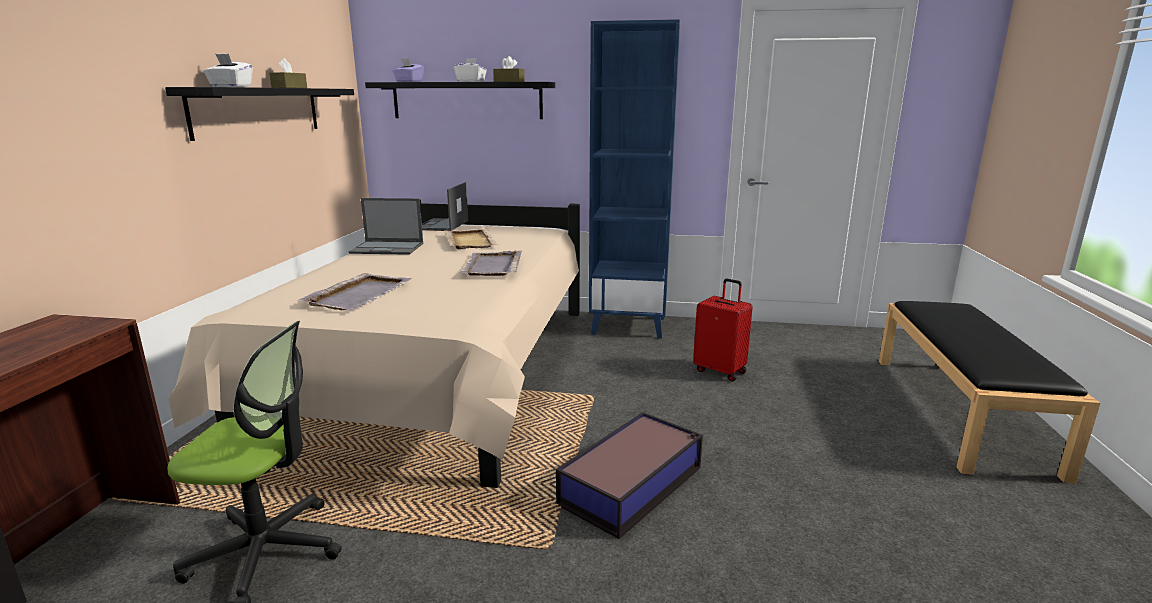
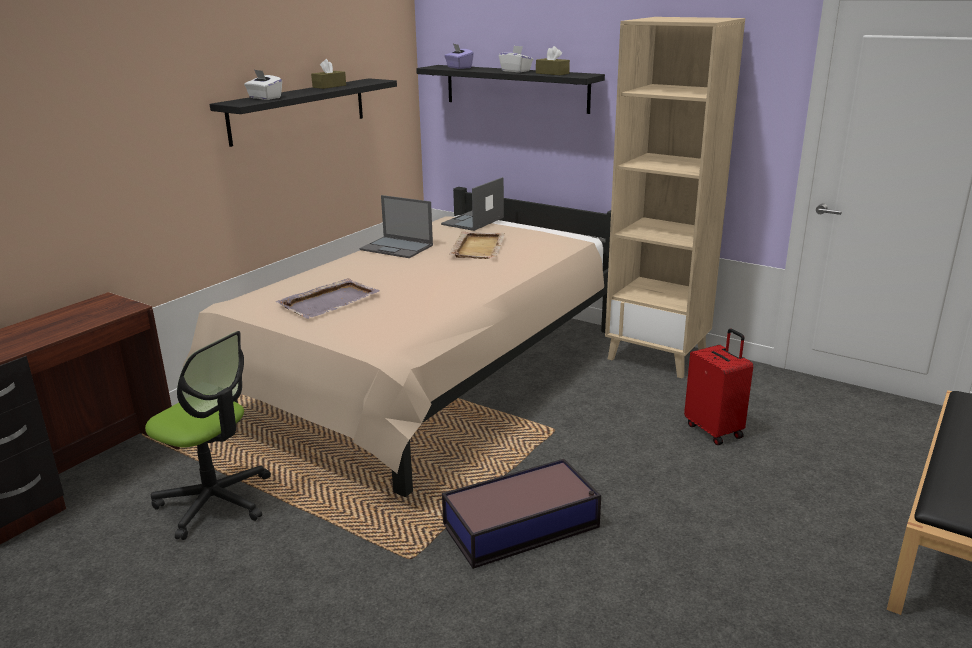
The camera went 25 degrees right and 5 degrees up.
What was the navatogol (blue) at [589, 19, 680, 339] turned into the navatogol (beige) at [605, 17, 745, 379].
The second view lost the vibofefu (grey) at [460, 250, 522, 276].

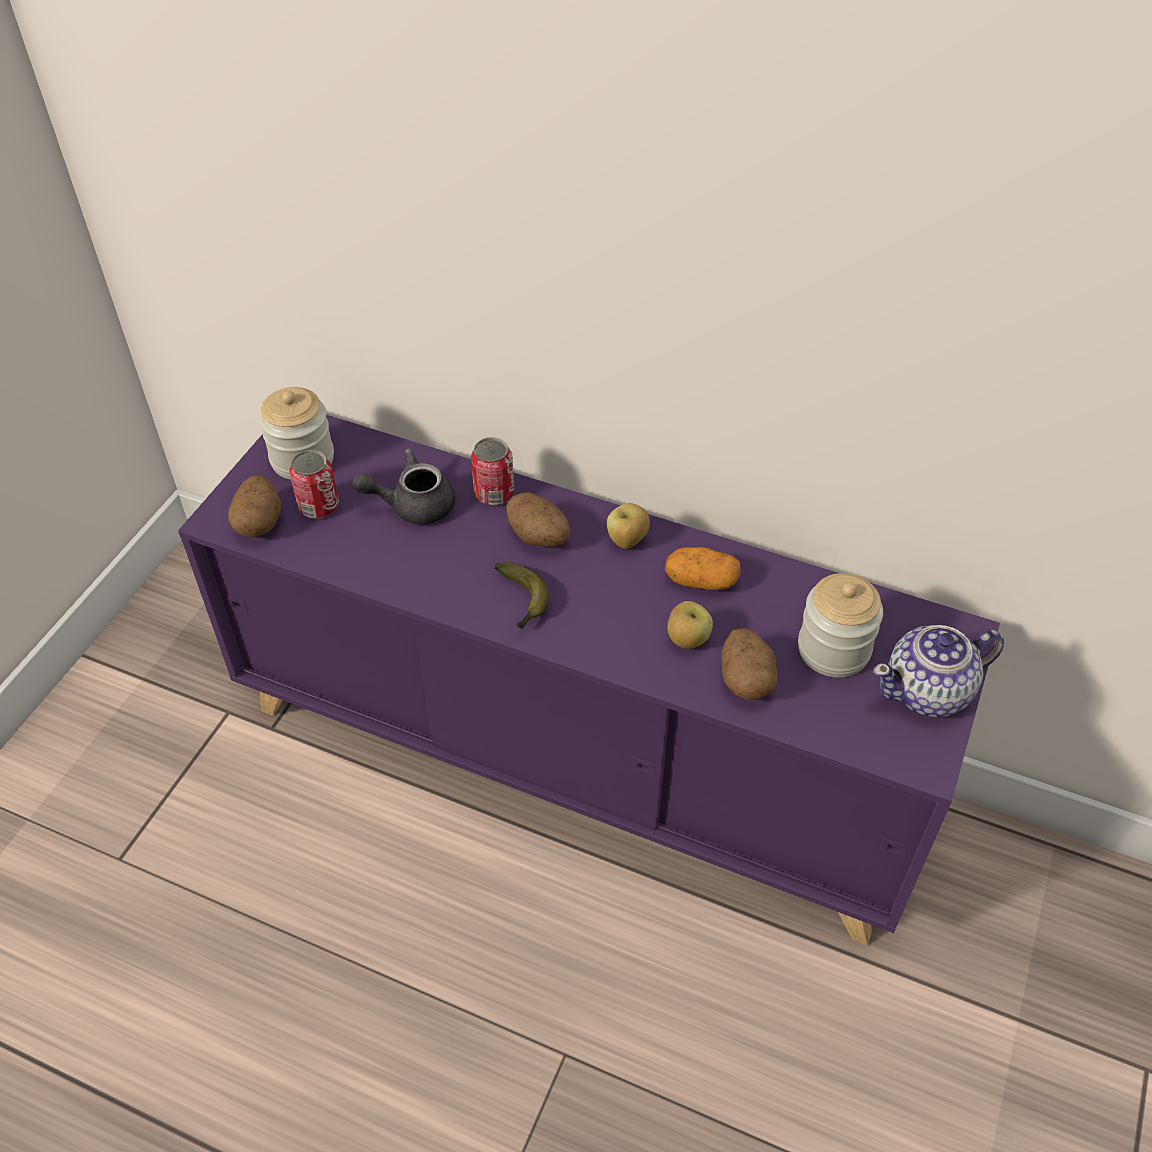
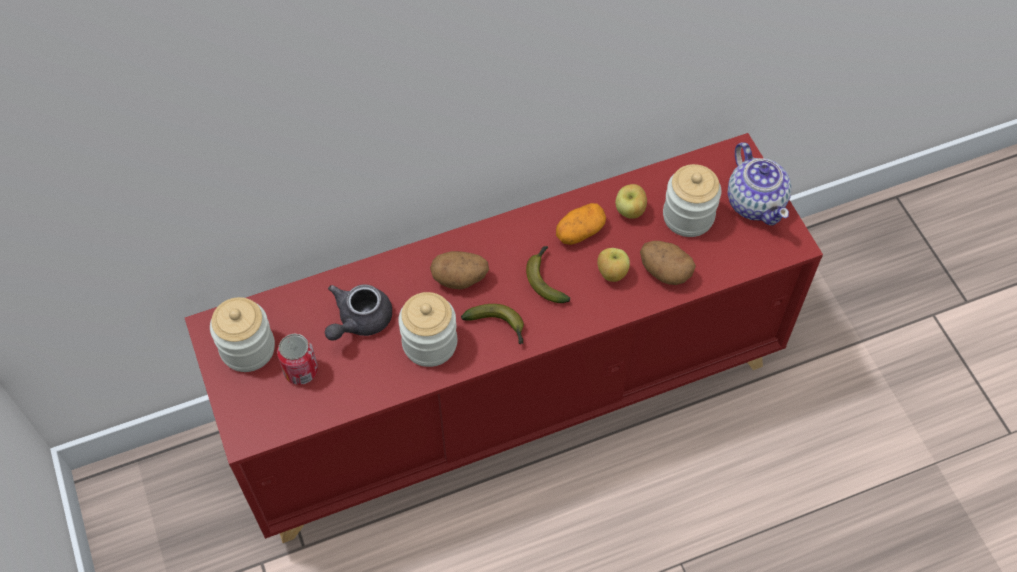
The camera went 45 degrees left and 10 degrees up.
What was the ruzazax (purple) at [178, 415, 1000, 945] turned into the ruzazax (red) at [185, 133, 823, 543].
The second view lost the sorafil at [471, 437, 514, 505].
The second view lost the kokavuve at [228, 476, 281, 537].
The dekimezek ended up elsewhere, having gone from [607, 503, 650, 549] to [615, 184, 647, 219].
The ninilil at [873, 625, 1004, 717] ended up facing another way, 45 degrees counterclockwise from before.
The second view gained the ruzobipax at [526, 246, 571, 303].
The second view gained the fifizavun at [398, 292, 457, 367].

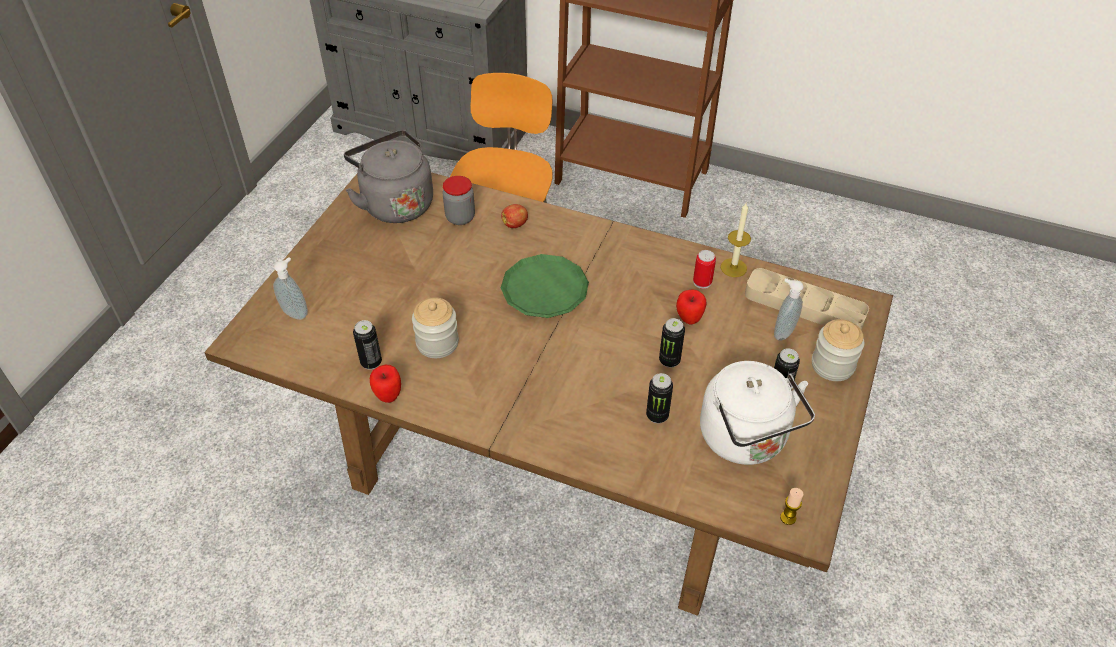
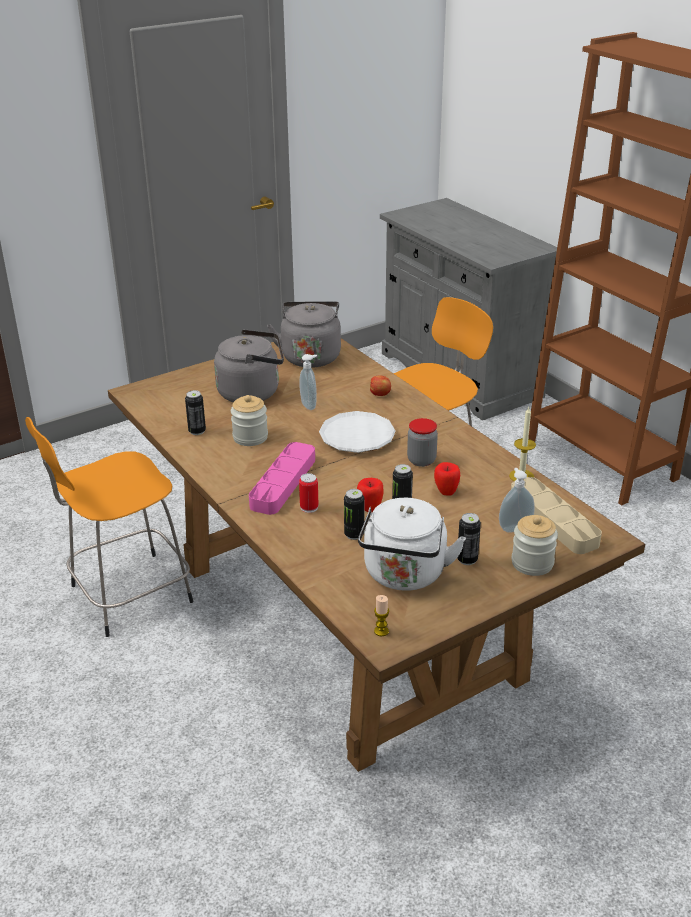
The camera went 35 degrees right and 15 degrees down.
The fifizavun ended up elsewhere, having gone from [443, 176, 475, 225] to [407, 418, 438, 467].
The sorafil ended up elsewhere, having gone from [693, 250, 716, 289] to [299, 473, 319, 513].
What was the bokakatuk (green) at [501, 254, 589, 318] turned into the bokakatuk (white) at [319, 411, 396, 453].
The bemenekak ended up elsewhere, having gone from [273, 257, 308, 320] to [299, 354, 317, 410].
The dekimezek ended up elsewhere, having gone from [370, 365, 401, 403] to [357, 478, 383, 512].
The second view gained the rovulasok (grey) at [214, 329, 284, 402].
The second view gained the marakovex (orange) at [25, 417, 194, 637].
The second view gained the vibofefu (pink) at [249, 442, 315, 515].

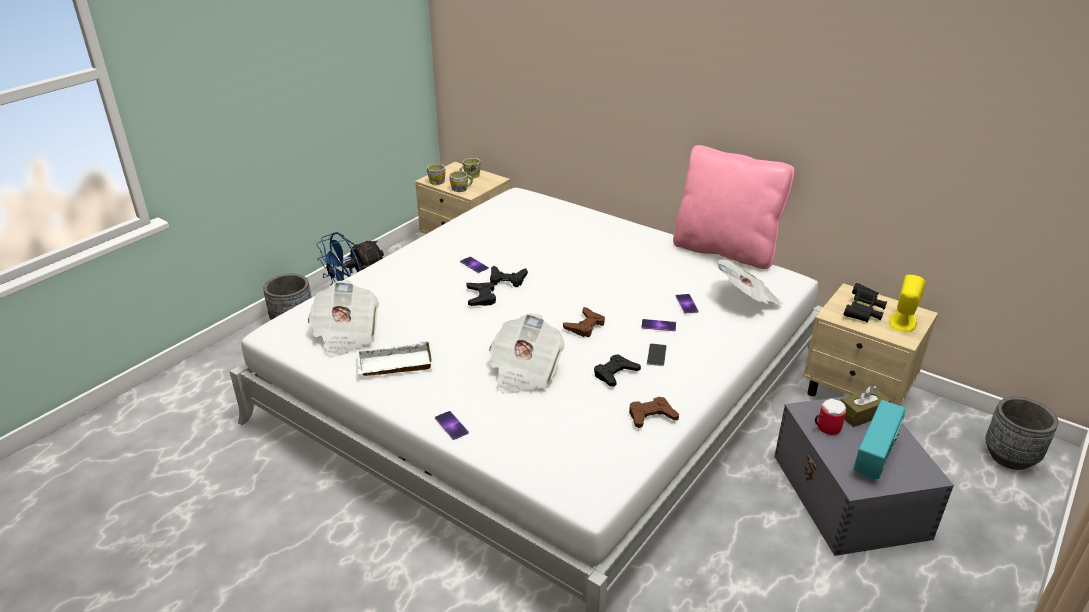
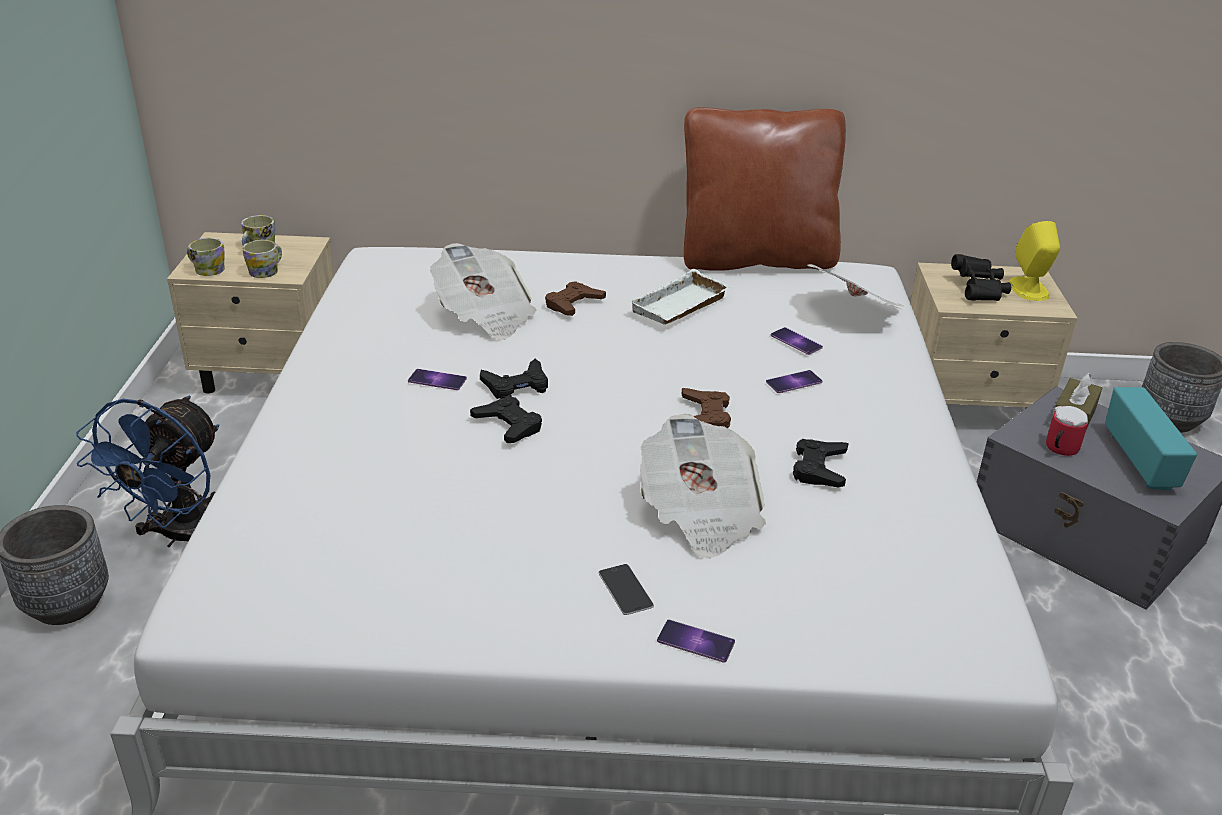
The camera went 35 degrees left and 0 degrees up.
What was the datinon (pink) at [673, 145, 795, 269] turned into the datinon (brown) at [684, 107, 846, 270].
The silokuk ended up elsewhere, having gone from [307, 280, 379, 357] to [430, 243, 537, 340].
The vibofefu (white) ended up elsewhere, having gone from [357, 340, 434, 376] to [629, 269, 732, 325].
The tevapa ended up elsewhere, having gone from [647, 343, 667, 366] to [599, 564, 654, 615].
The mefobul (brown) ended up elsewhere, having gone from [629, 397, 679, 428] to [545, 281, 606, 316].

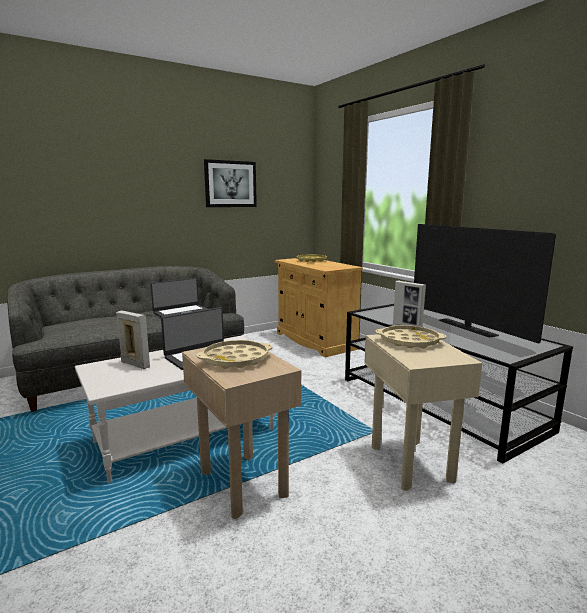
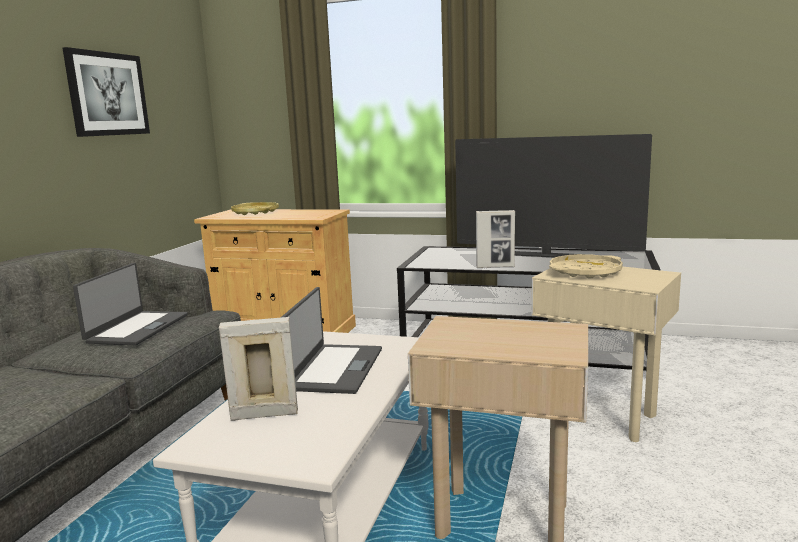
The camera went 40 degrees left and 0 degrees up.
The second view lost the vibofefu (beige) at [197, 340, 273, 369].

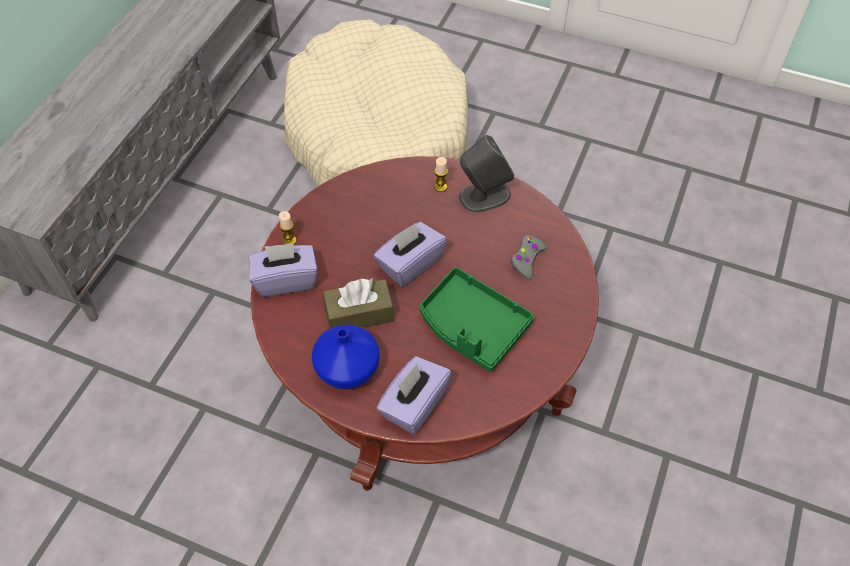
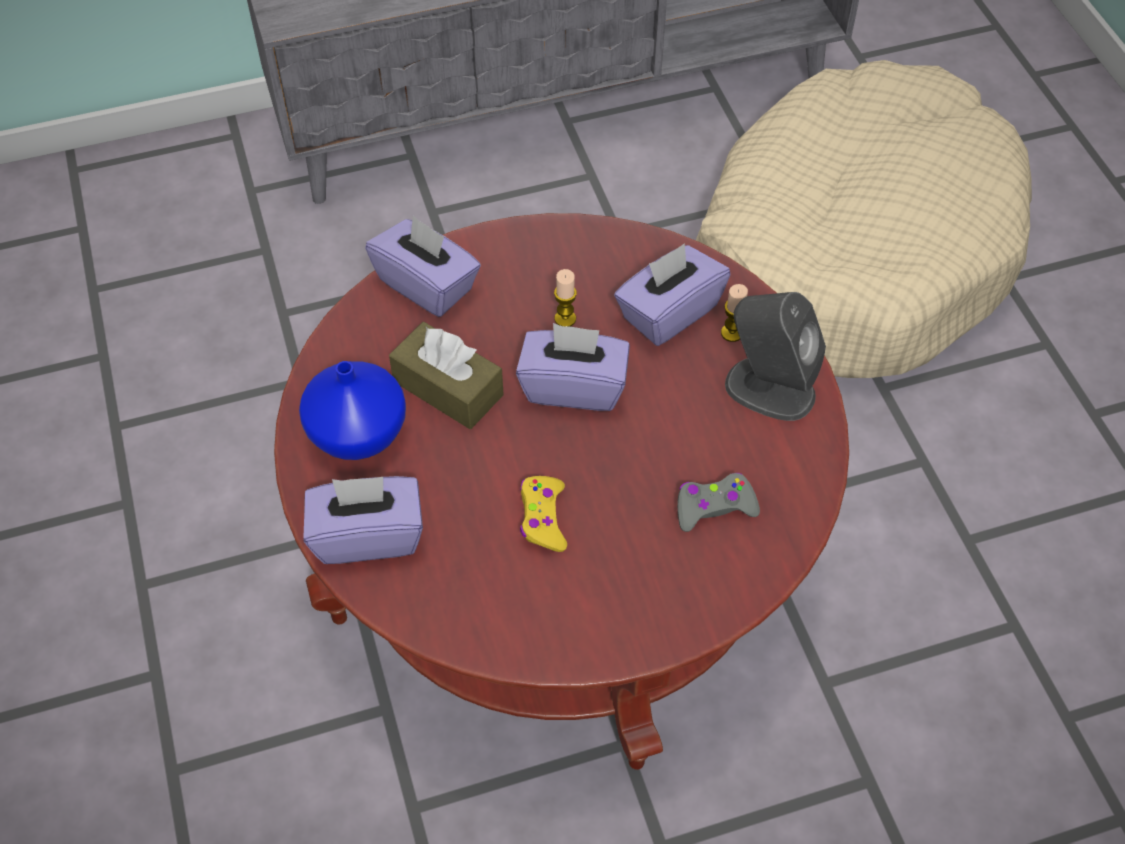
The camera went 50 degrees right and 0 degrees up.
The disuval ended up elsewhere, having gone from [279, 211, 296, 245] to [554, 269, 577, 327].
Where the vibofefu (green) stood at [420, 267, 534, 372], the mefobul (yellow) came to stand at [520, 476, 567, 552].
The second view gained the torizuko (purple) at [614, 243, 731, 346].

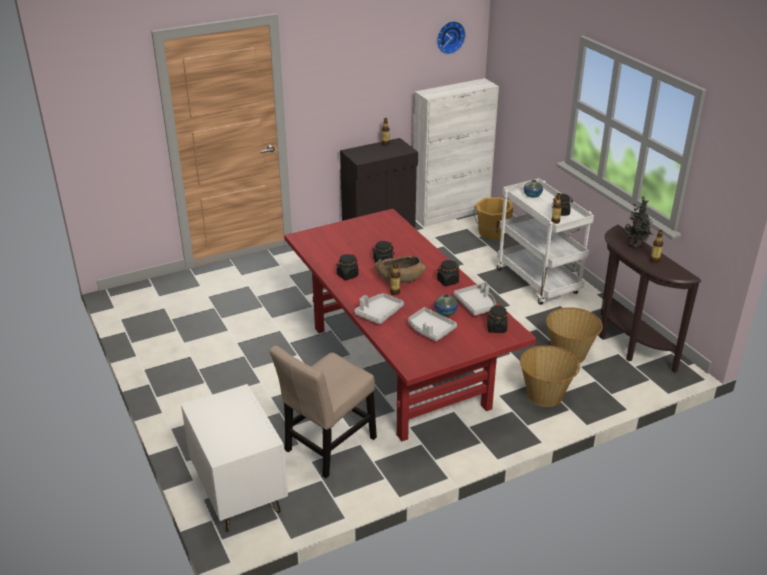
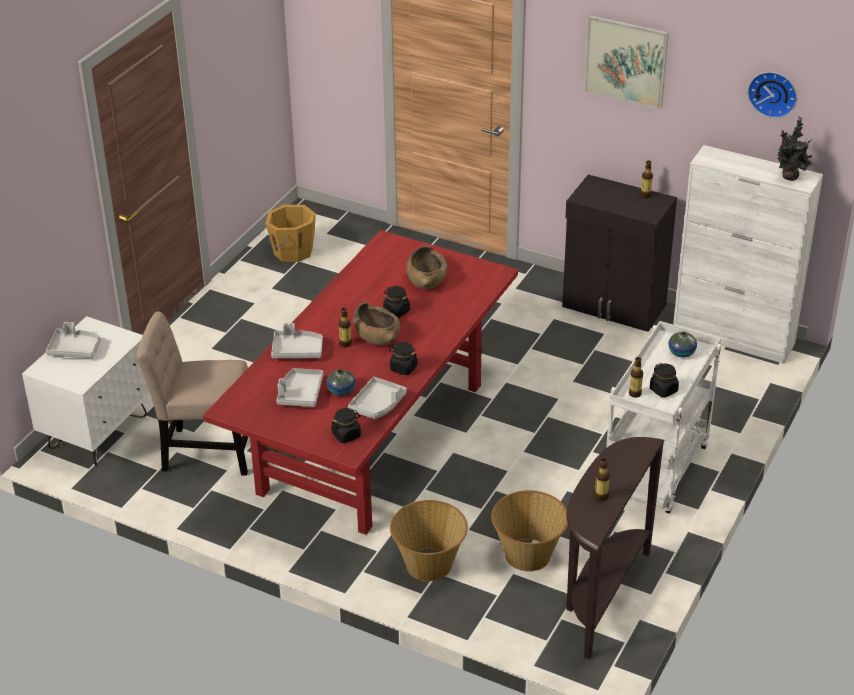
The camera went 55 degrees right and 5 degrees up.
The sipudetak ended up elsewhere, having gone from [625, 196, 653, 249] to [778, 116, 812, 181].
The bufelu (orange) ended up elsewhere, having gone from [473, 197, 514, 239] to [266, 205, 316, 262].
The second view lost the fifizavun (black) at [336, 254, 359, 280].
The second view gained the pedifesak at [584, 15, 669, 109].
The second view gained the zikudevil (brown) at [407, 246, 447, 289].
The second view gained the vibofefu (grey) at [46, 322, 101, 358].

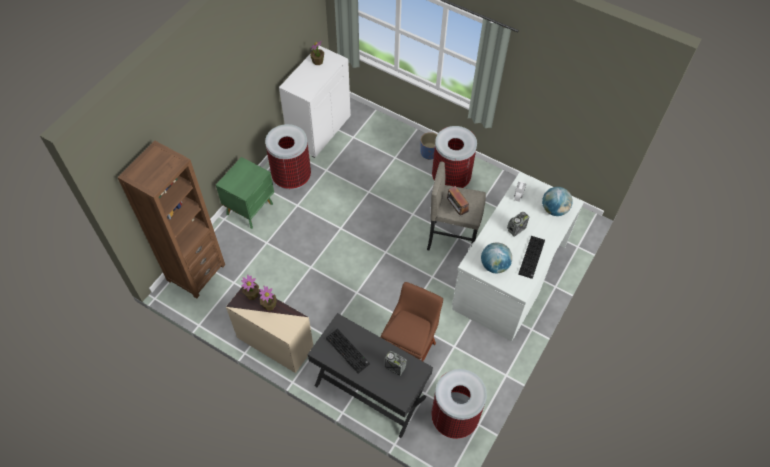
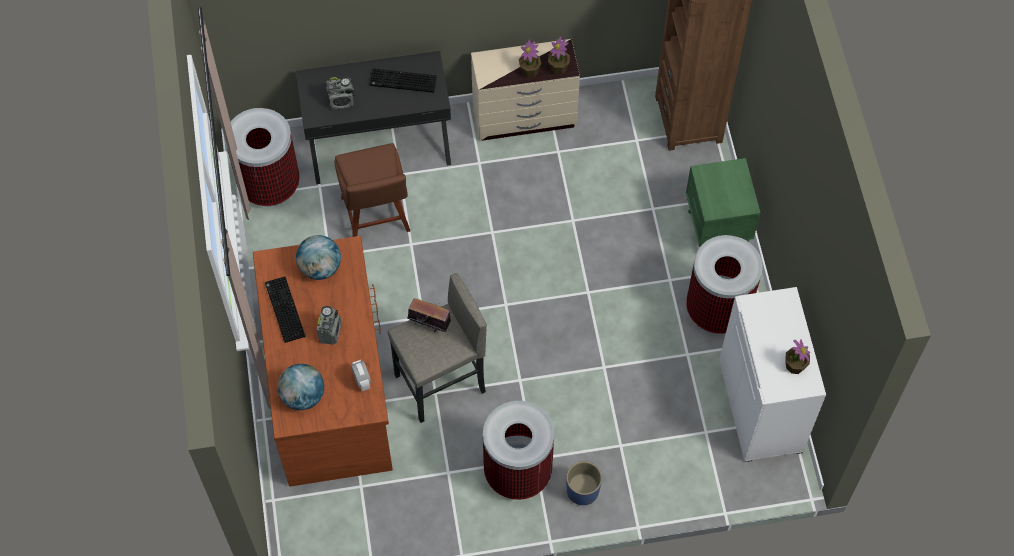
The camera went 140 degrees right and 5 degrees up.
What was the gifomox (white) at [452, 172, 584, 341] turned into the gifomox (brown) at [253, 236, 393, 487].

